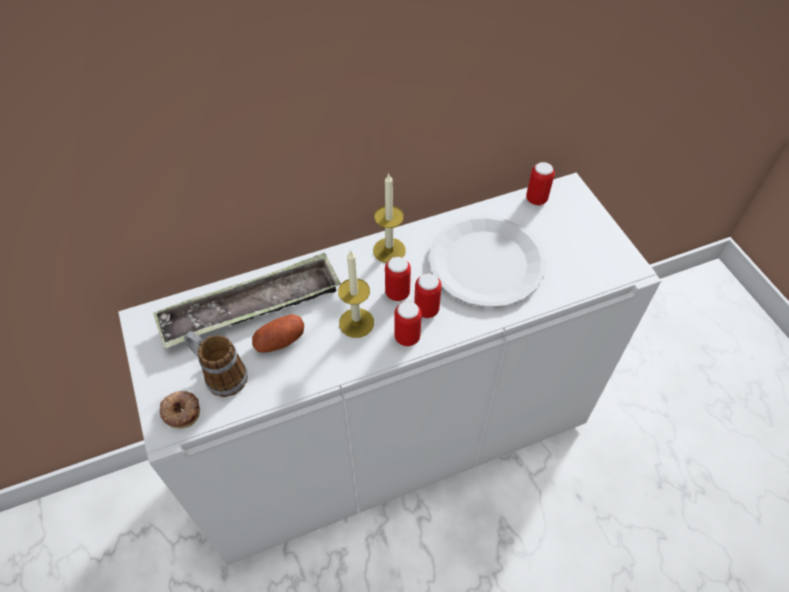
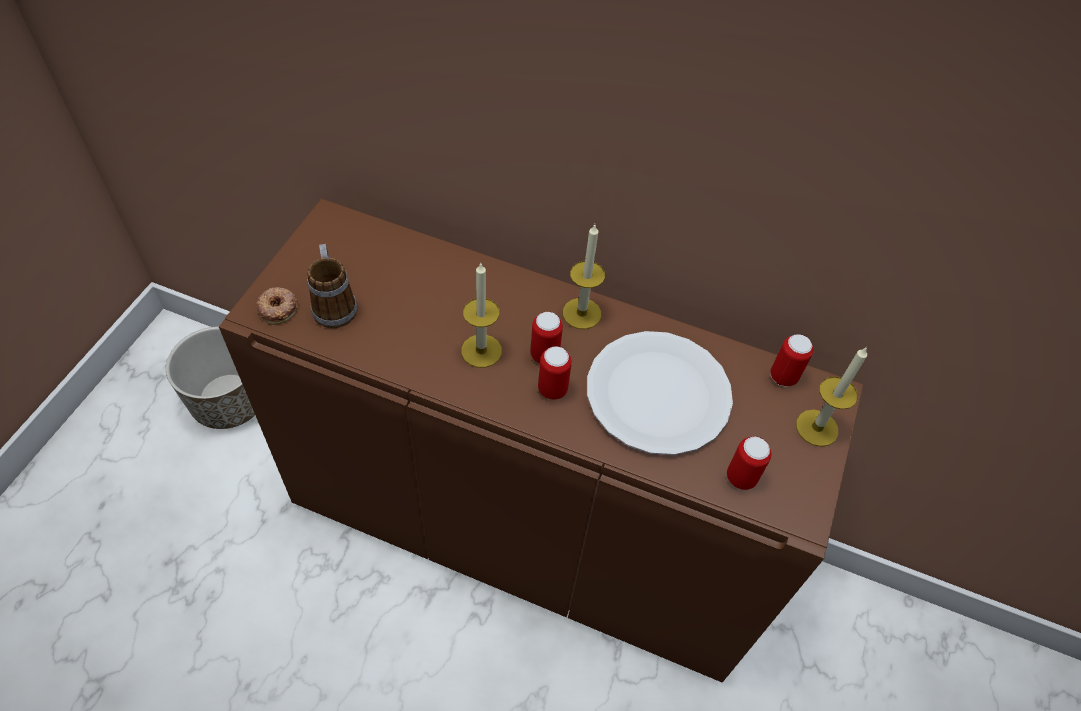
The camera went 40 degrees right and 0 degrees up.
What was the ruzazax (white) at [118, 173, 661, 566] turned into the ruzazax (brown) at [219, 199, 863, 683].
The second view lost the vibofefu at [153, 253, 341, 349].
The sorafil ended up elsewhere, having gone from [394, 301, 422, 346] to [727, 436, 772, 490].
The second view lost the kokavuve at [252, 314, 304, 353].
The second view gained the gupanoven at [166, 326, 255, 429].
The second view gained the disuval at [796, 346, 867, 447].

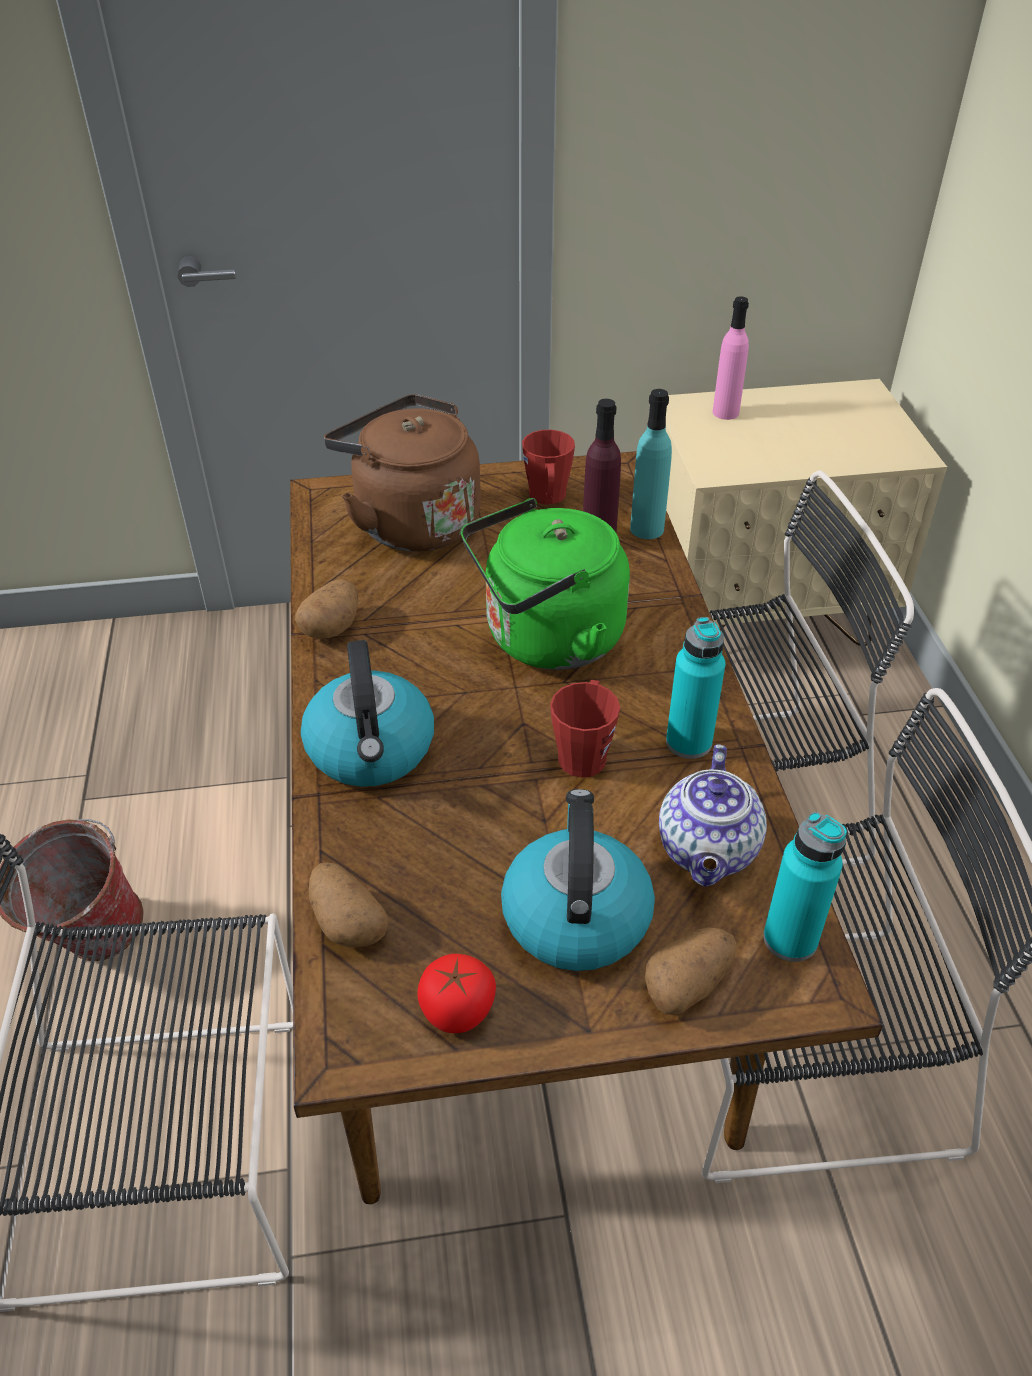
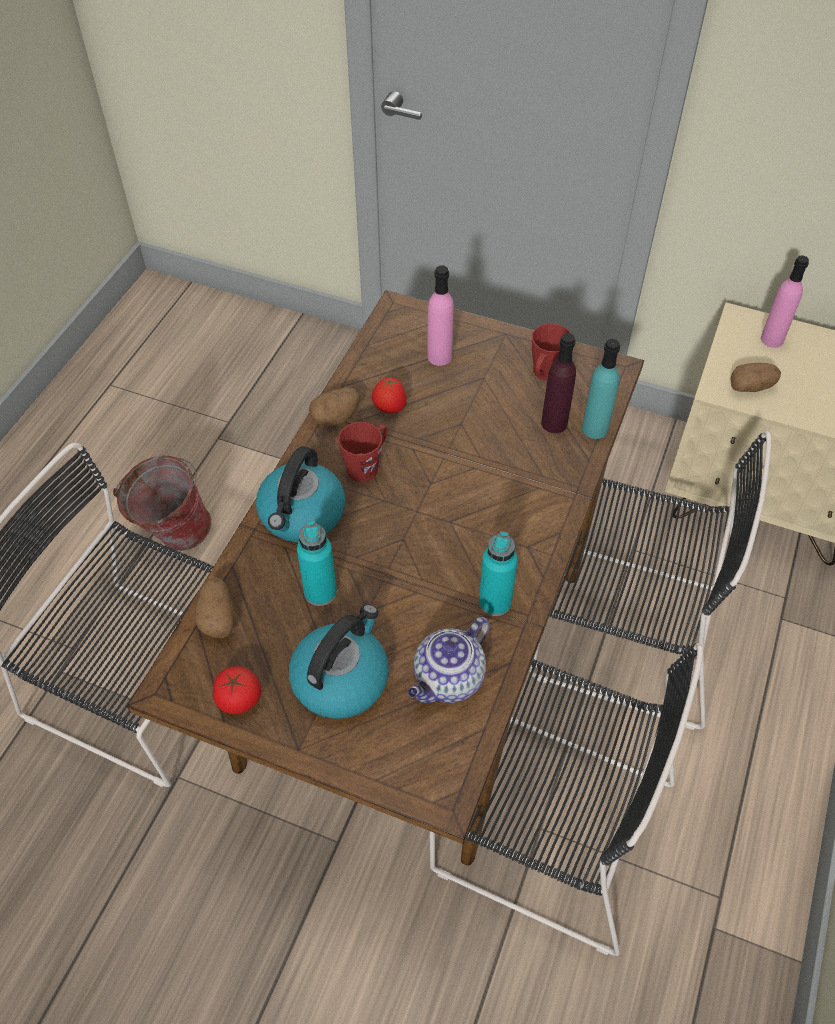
The camera went 30 degrees right and 10 degrees up.
Where the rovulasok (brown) stood at [324, 394, 481, 551], the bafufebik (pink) came to stand at [427, 265, 454, 366].
The second view lost the rovulasok (green) at [461, 498, 630, 670].
The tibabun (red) ended up elsewhere, having gone from [550, 680, 620, 778] to [338, 422, 388, 482].
The bafufebik (turquoise) ended up elsewhere, having gone from [763, 812, 847, 962] to [297, 521, 337, 606].
The kokavuve ended up elsewhere, having gone from [645, 927, 736, 1015] to [731, 363, 781, 392].
The second view gained the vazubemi at [372, 377, 407, 413].

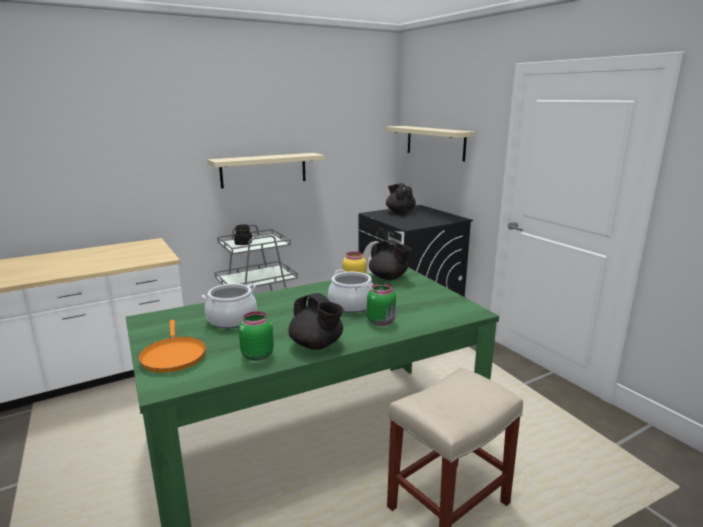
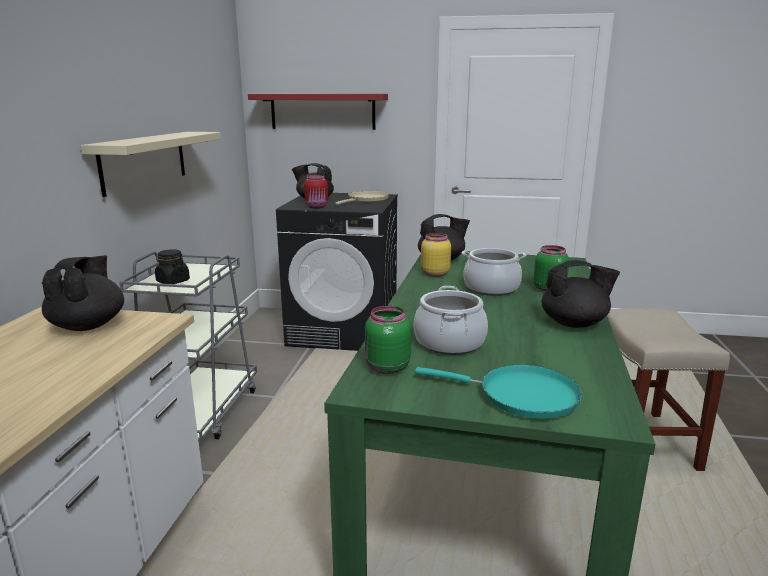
The camera went 50 degrees left and 0 degrees up.
What was the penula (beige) at [385, 126, 475, 161] turned into the penula (red) at [248, 94, 388, 130].
The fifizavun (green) ended up elsewhere, having gone from [239, 311, 274, 361] to [365, 306, 411, 374].
What was the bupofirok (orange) at [138, 320, 206, 373] turned into the bupofirok (turquoise) at [415, 364, 582, 419].
The second view gained the fifizavun (red) at [304, 175, 328, 209].
The second view gained the bupofirok (beige) at [335, 191, 389, 205].
The second view gained the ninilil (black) at [42, 255, 124, 331].

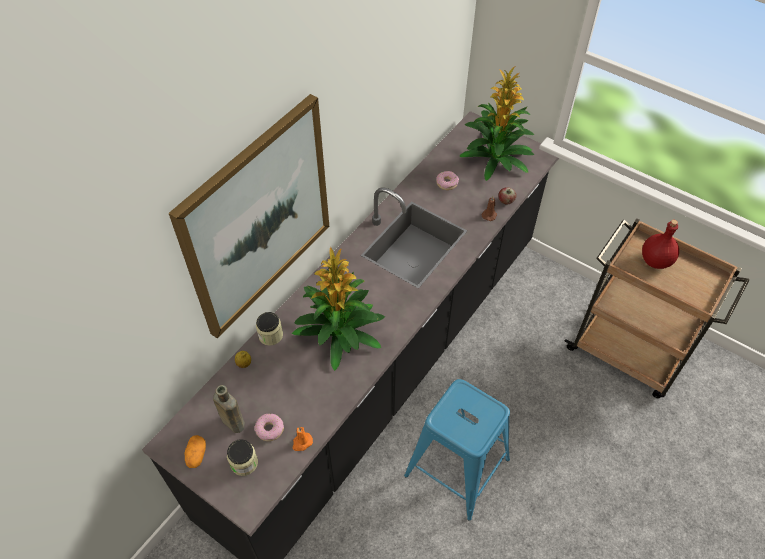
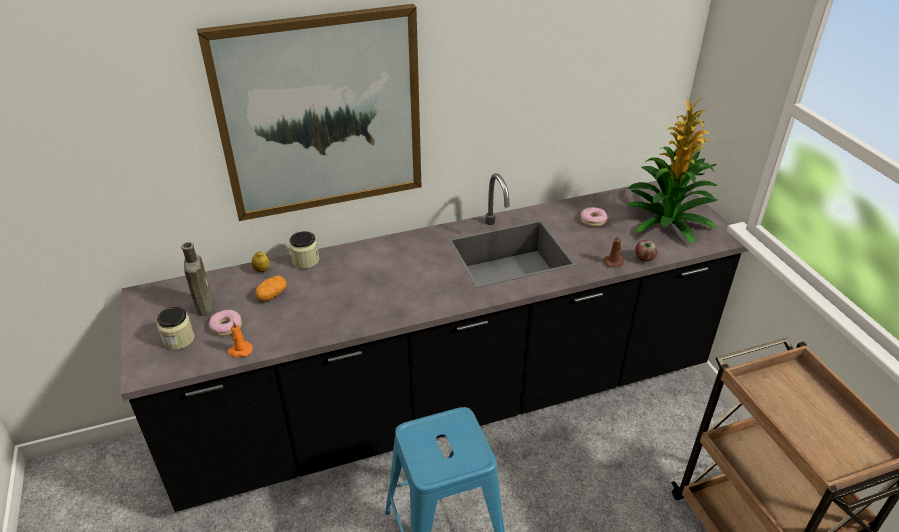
The camera went 35 degrees right and 15 degrees down.
The second view lost the bafufebik (red) at [642, 220, 679, 269].
The second view lost the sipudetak at [292, 247, 385, 371].
The kokavuve ended up elsewhere, having gone from [185, 435, 206, 468] to [256, 275, 287, 301].

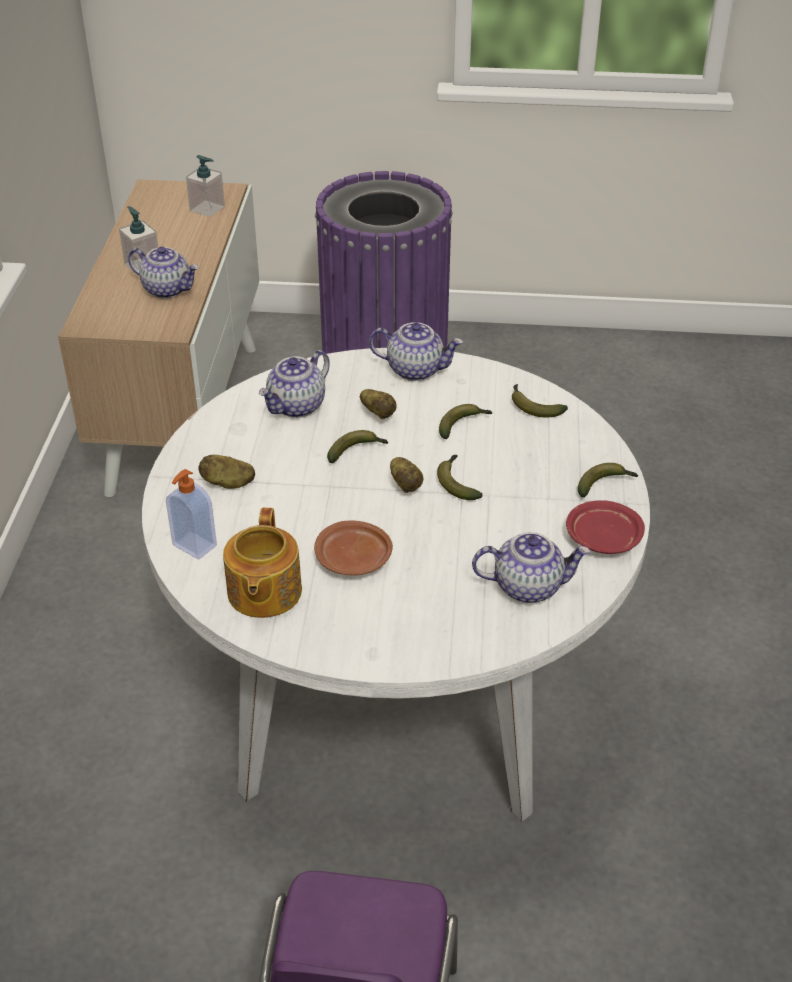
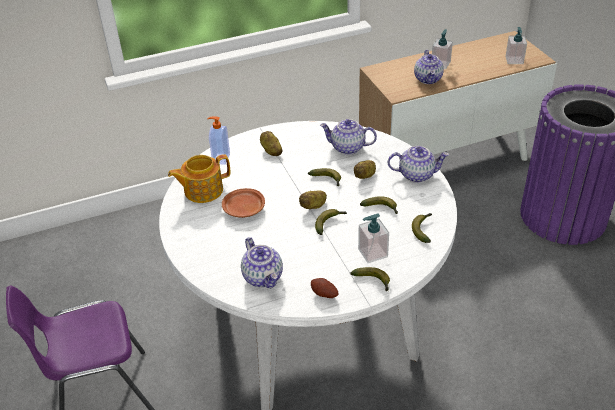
The camera went 65 degrees right and 0 degrees up.
The ninilil at [369, 322, 463, 381] ended up facing another way, 75 degrees counterclockwise from before.
Where the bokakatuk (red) stood at [566, 500, 645, 554], the kokavuve came to stand at [311, 278, 338, 298].
The second view gained the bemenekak at [358, 214, 389, 263].

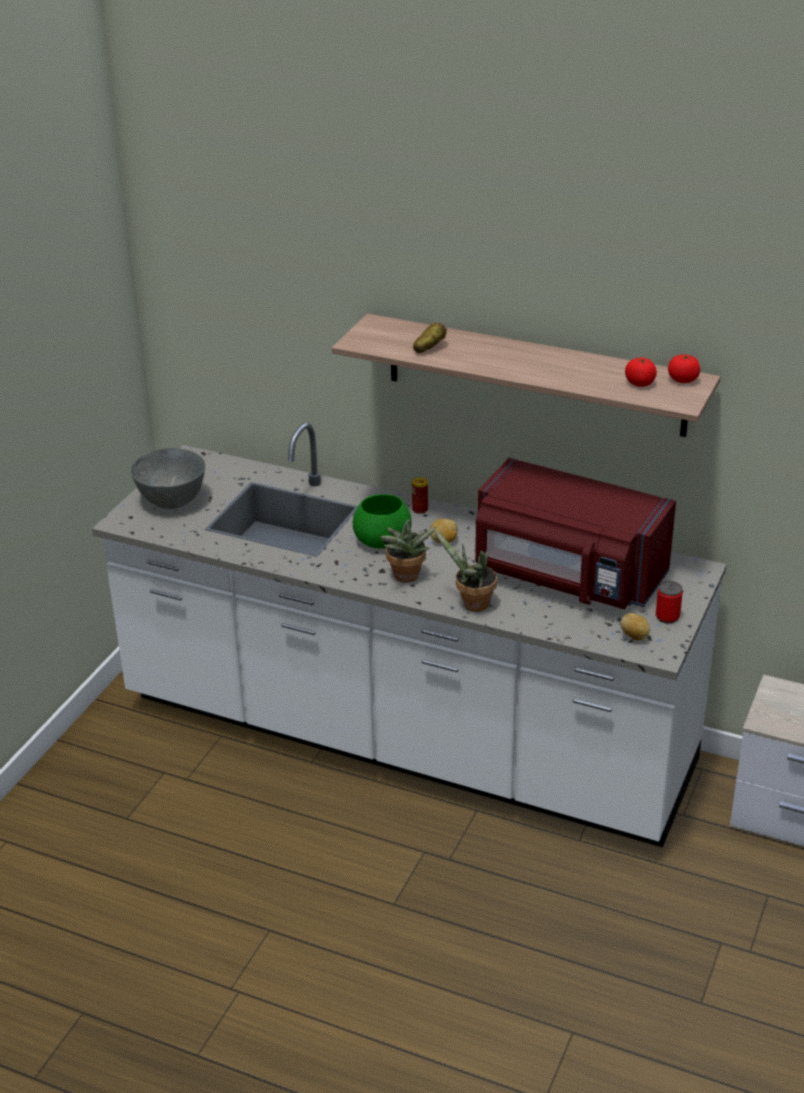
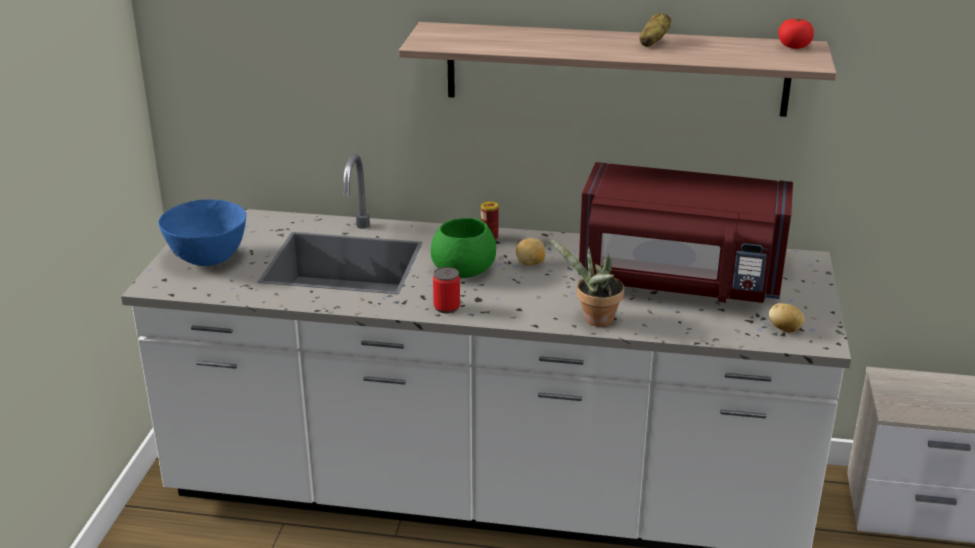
The camera went 15 degrees left and 5 degrees down.
The kokavuve ended up elsewhere, having gone from [413, 323, 447, 353] to [639, 13, 671, 47].
The second view lost the vazubemi at [625, 357, 657, 387].
What was the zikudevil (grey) at [130, 448, 205, 509] turned into the zikudevil (blue) at [158, 199, 246, 266].
The second view lost the sipudetak at [379, 519, 437, 583].
The sorafil ended up elsewhere, having gone from [656, 581, 683, 623] to [433, 267, 460, 313].

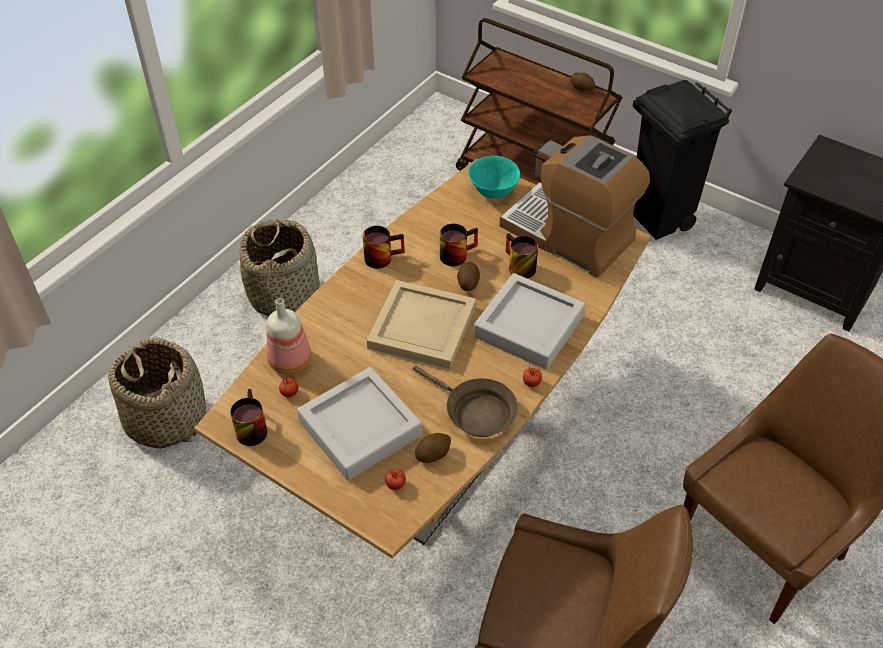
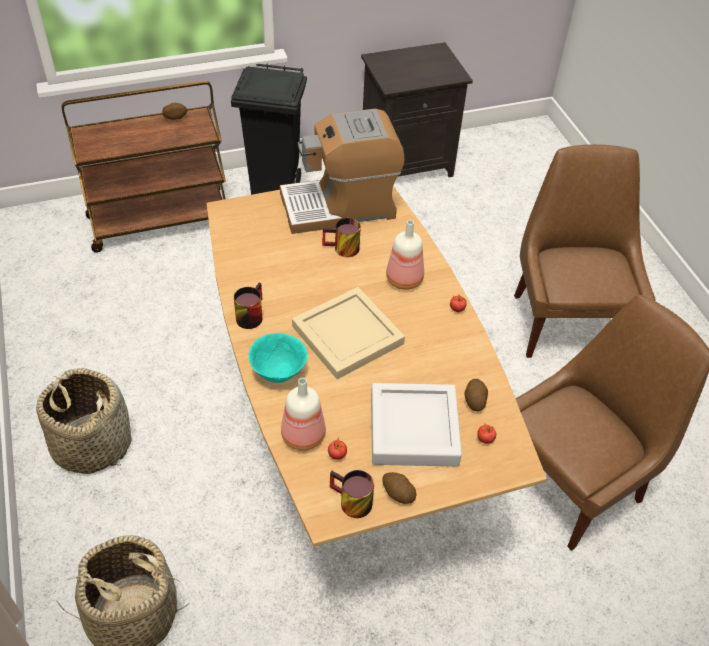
The camera went 55 degrees left and 0 degrees up.
The zikudevil (turquoise) ended up elsewhere, having gone from [468, 156, 520, 198] to [248, 333, 308, 383].
The second view lost the tibabun at [440, 224, 478, 266].
The kokavuve ended up elsewhere, having gone from [457, 262, 480, 291] to [382, 472, 417, 504].
Where the vibofefu (grey) stood at [474, 273, 586, 370], the bafufebik came to stand at [386, 220, 424, 290].
The second view lost the bupofirok (brown) at [413, 366, 518, 437].

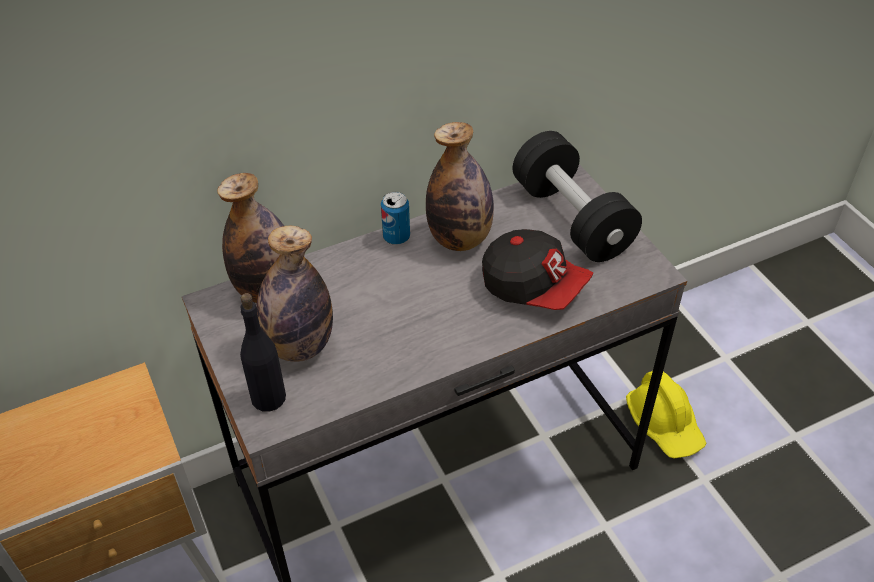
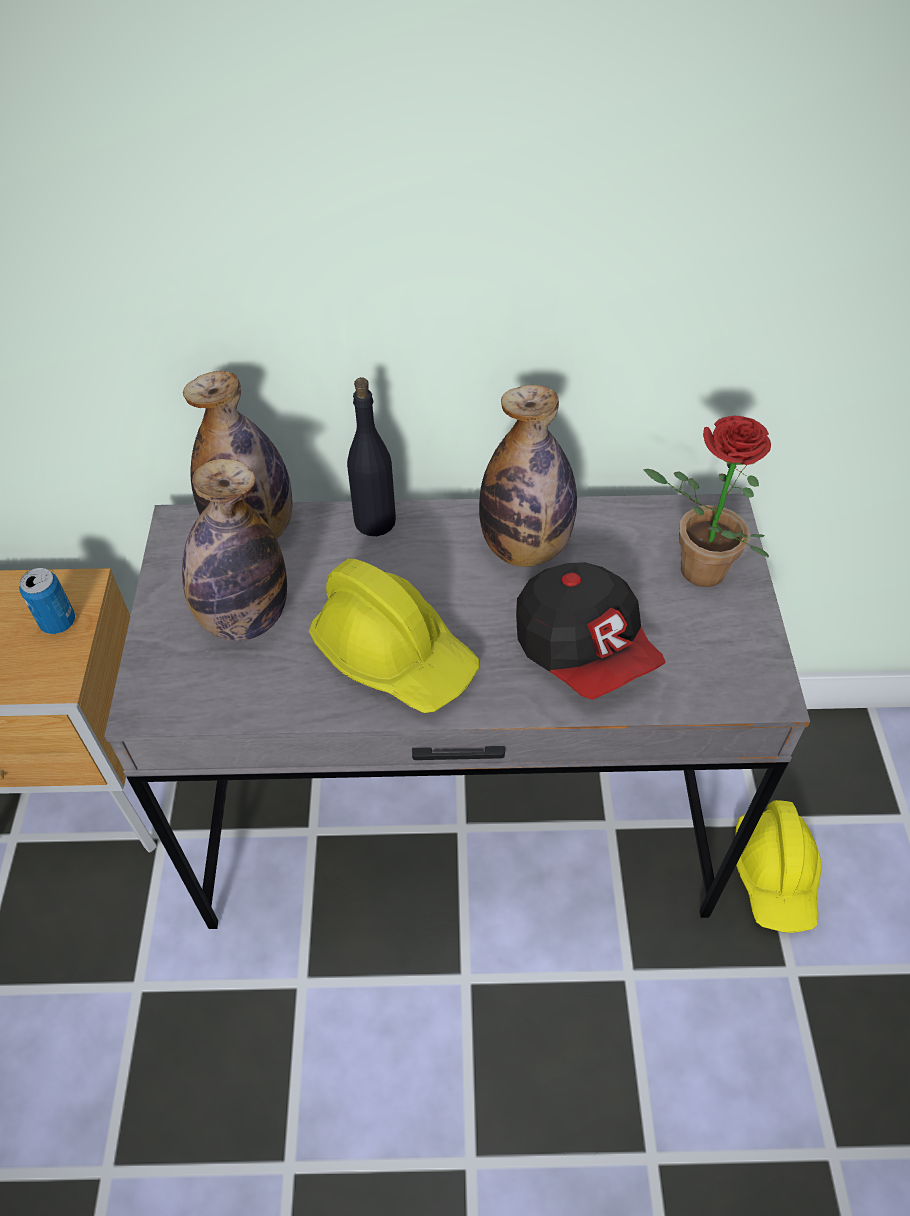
The camera went 25 degrees right and 5 degrees up.
Where the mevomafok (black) stood at [513, 131, 642, 262], the sipudetak came to stand at [643, 416, 771, 587].
The sorafil ended up elsewhere, having gone from [381, 192, 410, 245] to [19, 568, 75, 634].
The bafufebik (black) ended up elsewhere, having gone from [240, 293, 286, 412] to [347, 377, 396, 536].
The second view gained the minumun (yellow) at [309, 559, 479, 713].

